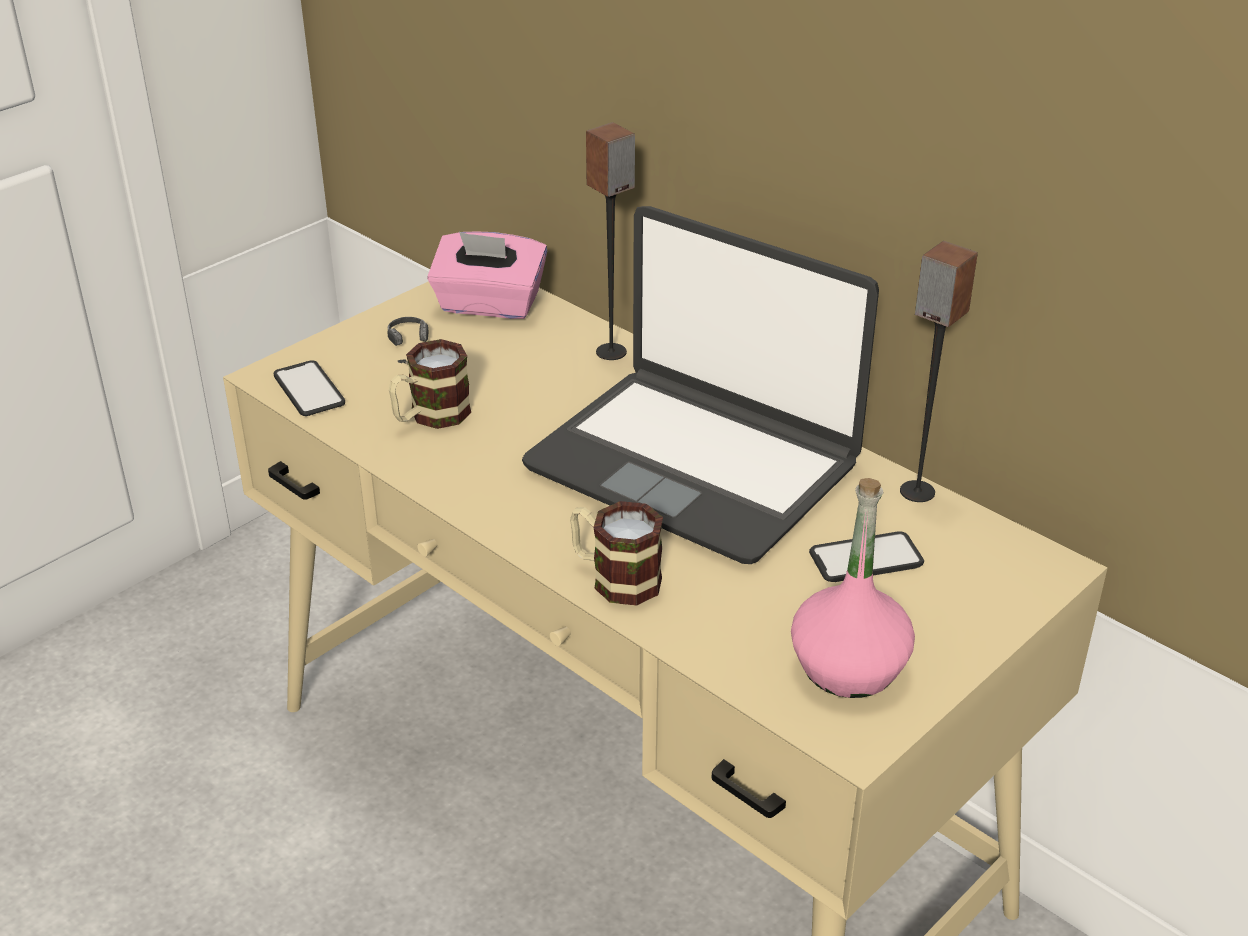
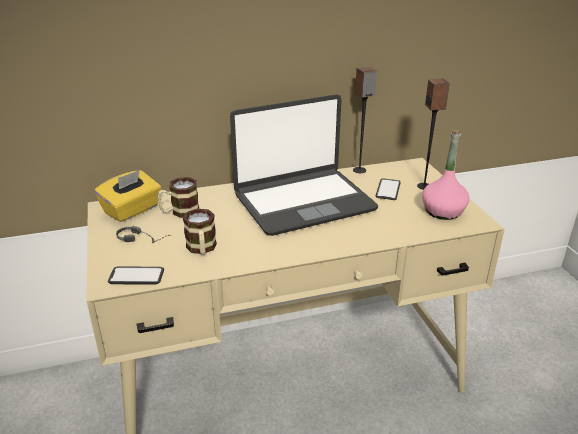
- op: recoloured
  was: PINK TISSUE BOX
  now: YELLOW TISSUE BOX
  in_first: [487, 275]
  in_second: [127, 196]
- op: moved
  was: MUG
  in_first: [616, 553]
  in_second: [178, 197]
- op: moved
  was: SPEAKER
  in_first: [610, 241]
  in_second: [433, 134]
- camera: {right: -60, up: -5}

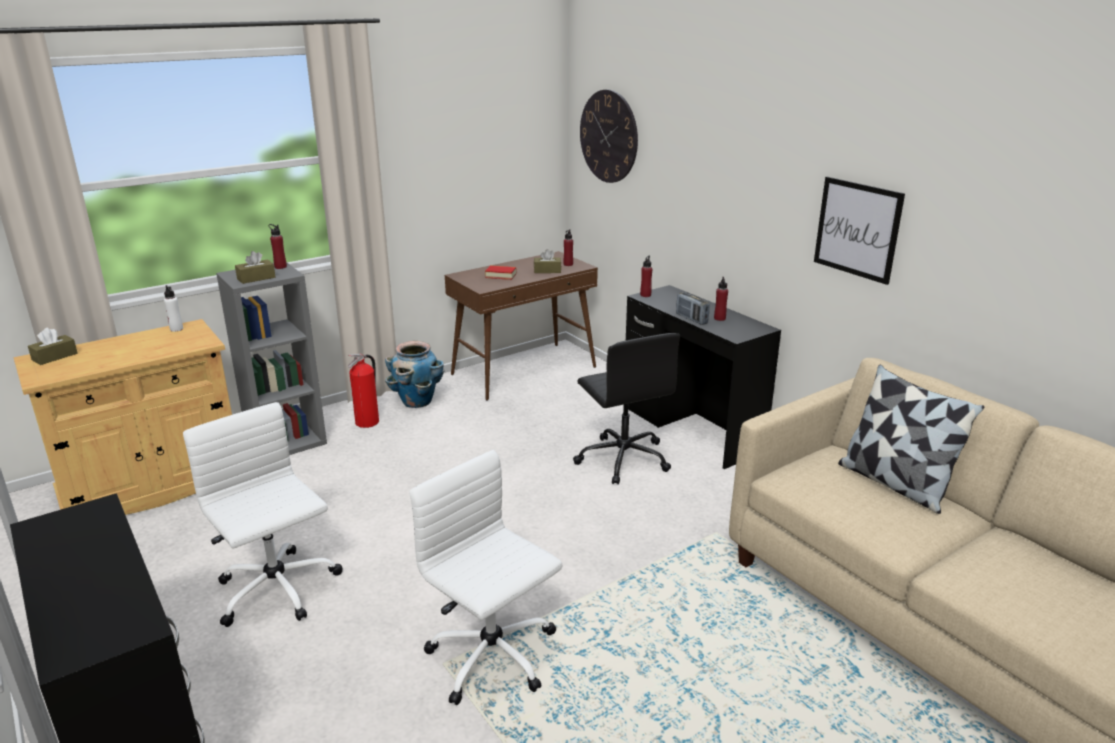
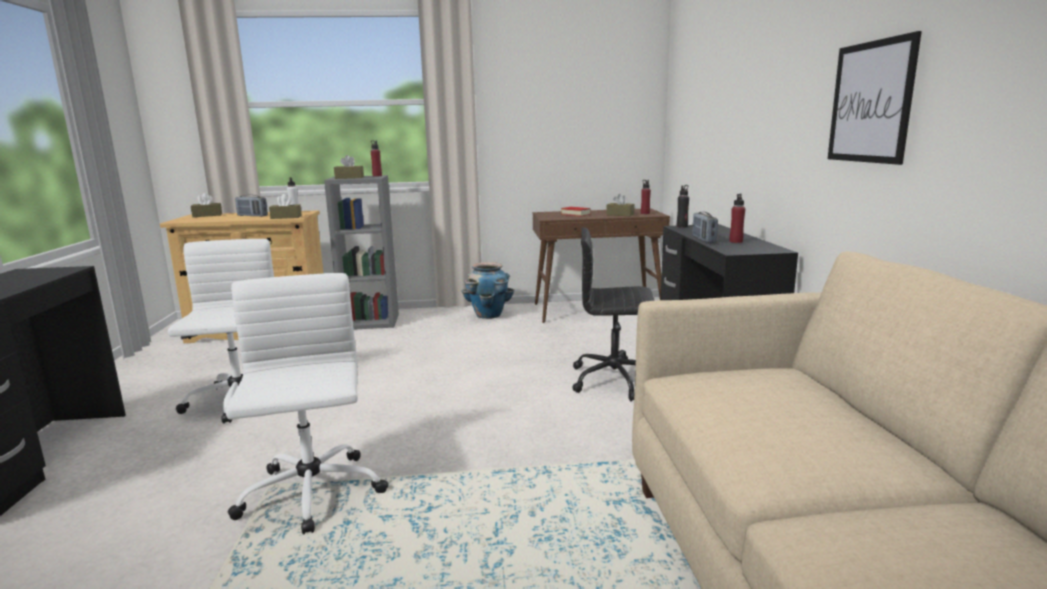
- op: removed
  was: FIRE EXTINGUISHER
  in_first: [363, 391]
- op: turned
  was: BLACK OFFICE CHAIR
  in_first: [626, 408]
  in_second: [614, 314]
  clockwise: 90
- op: removed
  was: WALL CLOCK
  in_first: [609, 136]
- op: recoloured
  was: RED BOTTLE
  now: BLACK BOTTLE
  in_first: [646, 276]
  in_second: [683, 206]
- op: removed
  was: PILLOW
  in_first: [911, 439]
- op: added
  now: RADIO
  in_second: [251, 206]
- op: added
  now: BROWN TISSUE BOX
  in_second: [285, 206]
- camera: {right: 30, up: -10}

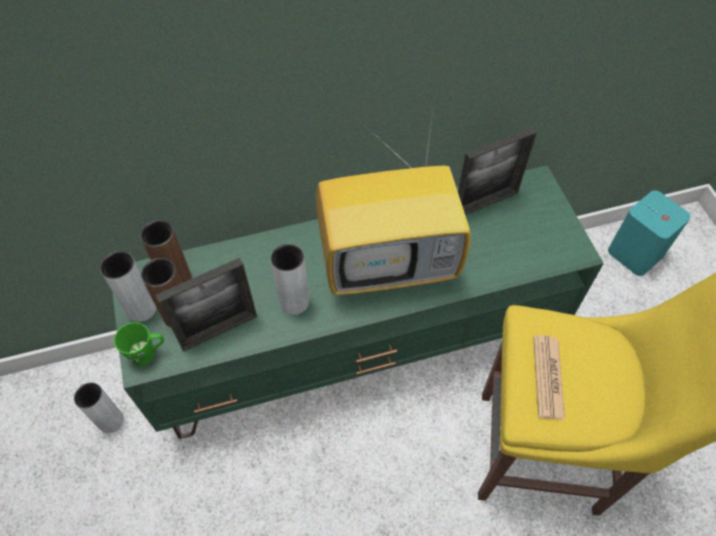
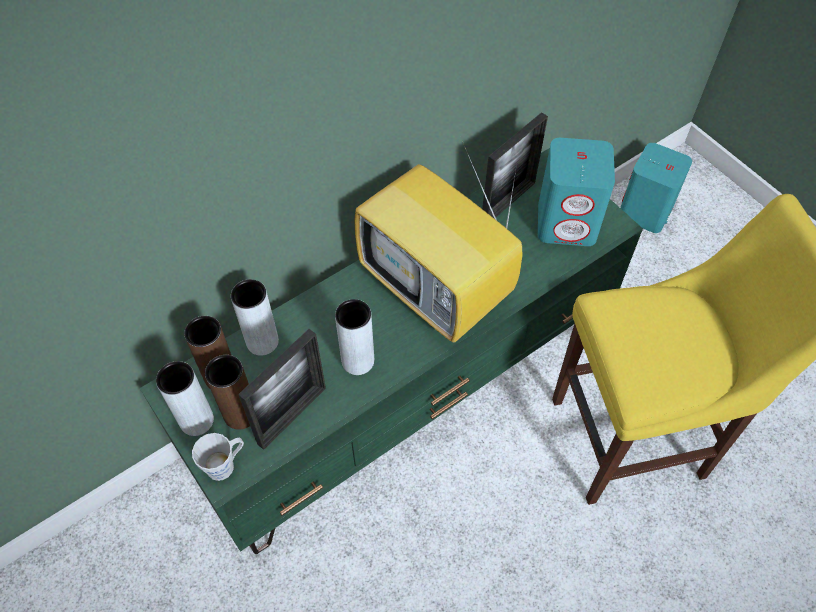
- op: moved
  was: GREY VASE
  in_first: [99, 408]
  in_second: [255, 317]
- op: recoloured
  was: GREEN MUG
  now: GREY MUG
  in_first: [139, 344]
  in_second: [218, 457]
- op: turned
  was: TELEVISION
  in_first: [393, 199]
  in_second: [438, 242]
  clockwise: 75
- op: removed
  was: NEWSPAPER
  in_first: [549, 377]
- op: added
  now: TURQUOISE SPEAKER
  in_second: [576, 192]
- camera: {right: -20, up: 0}

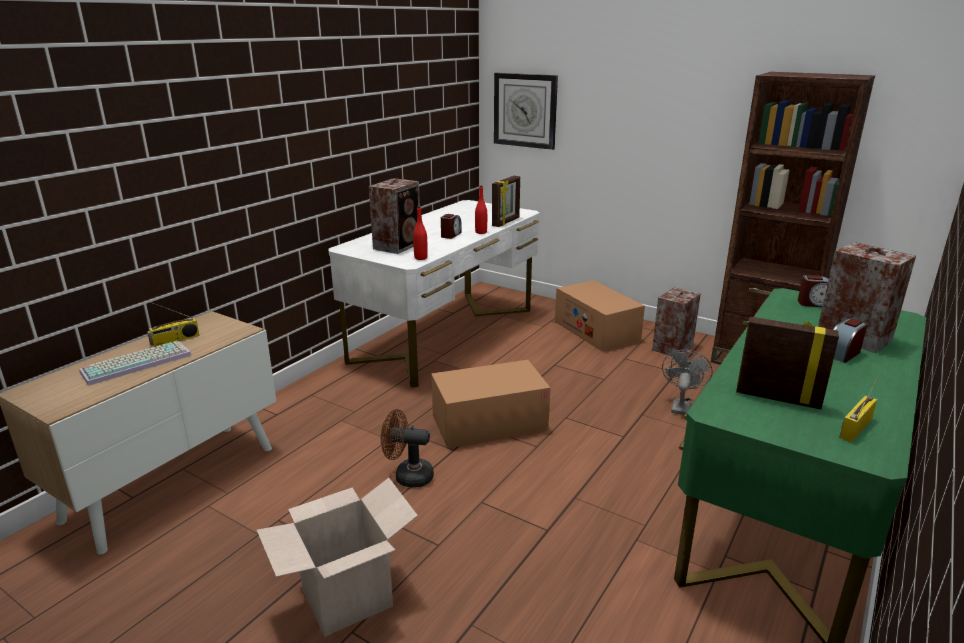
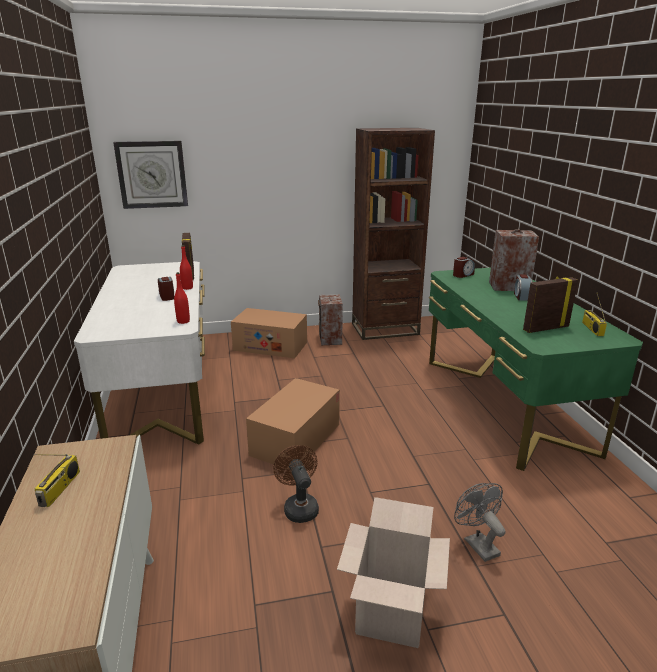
- op: removed
  was: KEYBOARD
  in_first: [135, 363]
- op: removed
  was: SPEAKER
  in_first: [394, 216]
- op: turned
  was: BROWN FAN
  in_first: [407, 448]
  in_second: [296, 484]
  clockwise: 105
- op: moved
  was: GREY FAN
  in_first: [687, 382]
  in_second: [480, 522]
- camera: {right: -45, up: 0}

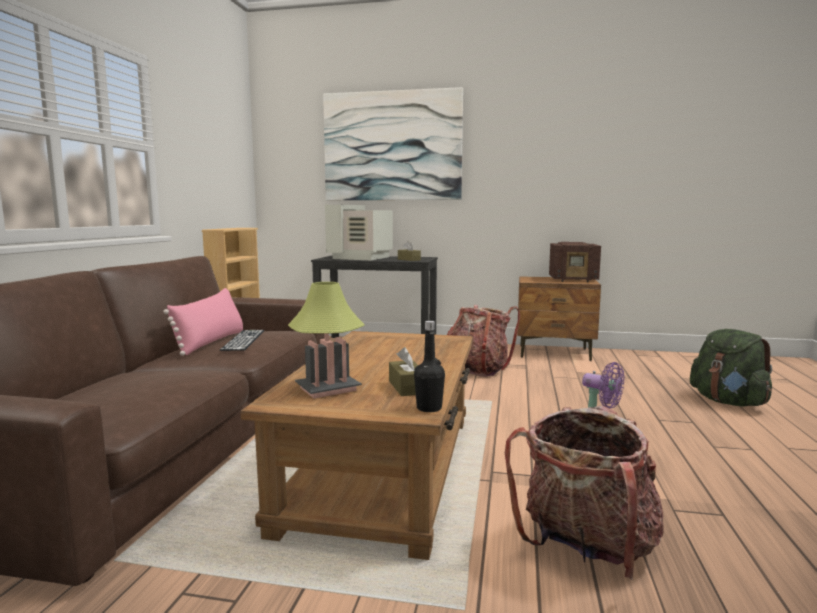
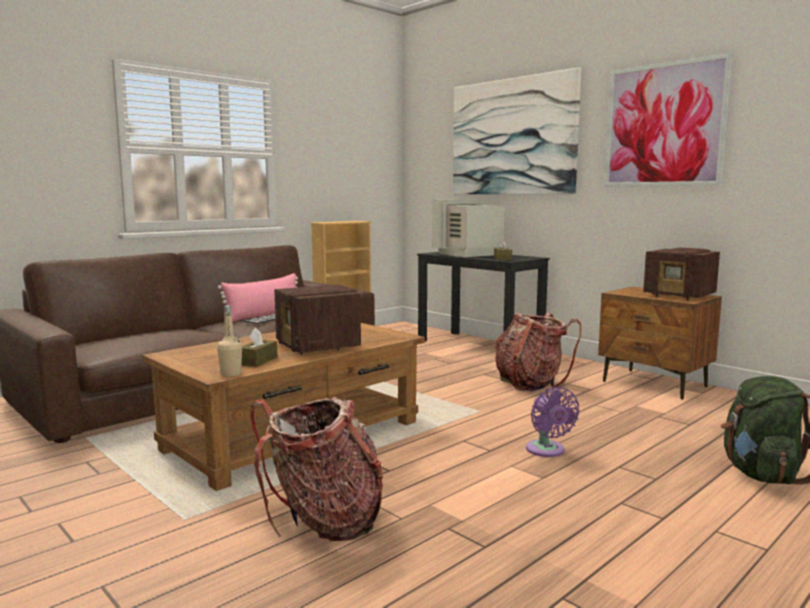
- op: removed
  was: TABLE LAMP
  in_first: [326, 340]
- op: recoloured
  was: BLACK BOTTLE
  now: BEIGE BOTTLE
  in_first: [429, 366]
  in_second: [229, 341]
- op: added
  now: RADIO
  in_second: [317, 320]
- op: added
  now: PICTURE
  in_second: [668, 120]
- camera: {right: 35, up: 0}

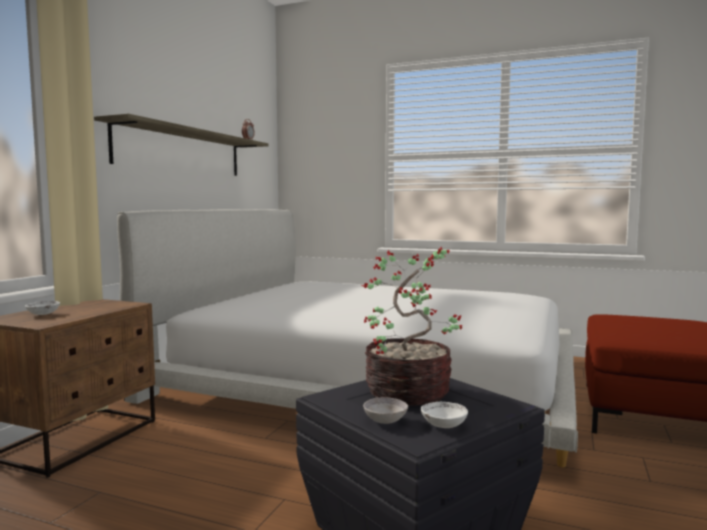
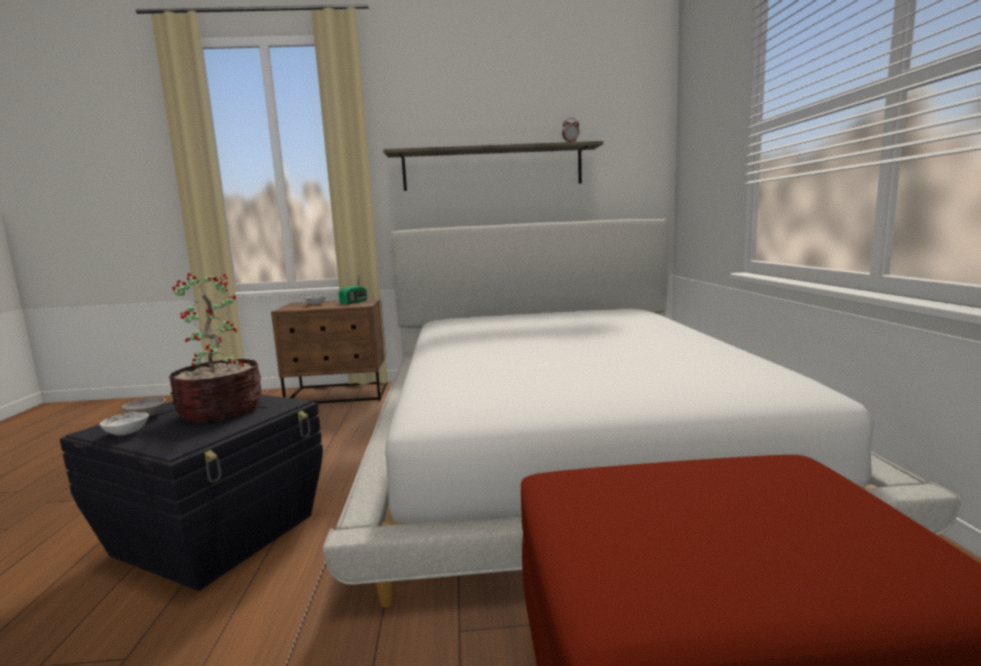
- op: added
  now: RADIO
  in_second: [353, 291]
- camera: {right: 65, up: 5}

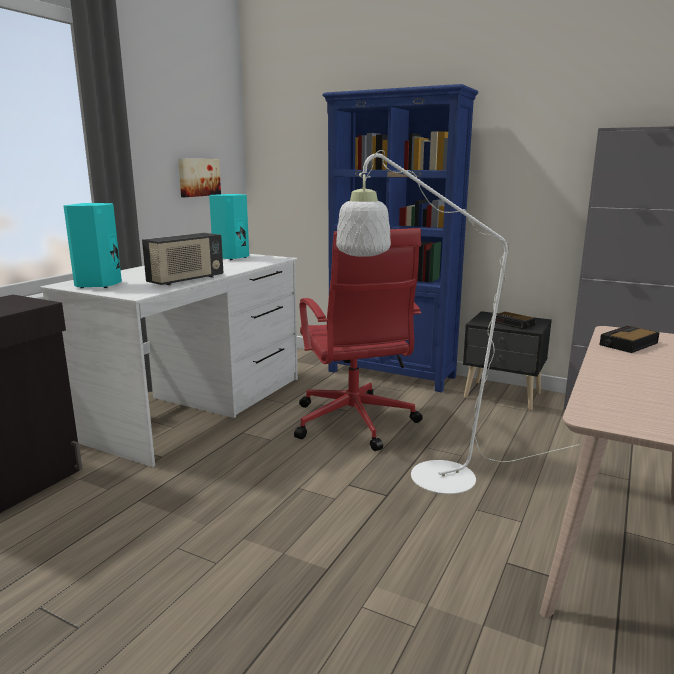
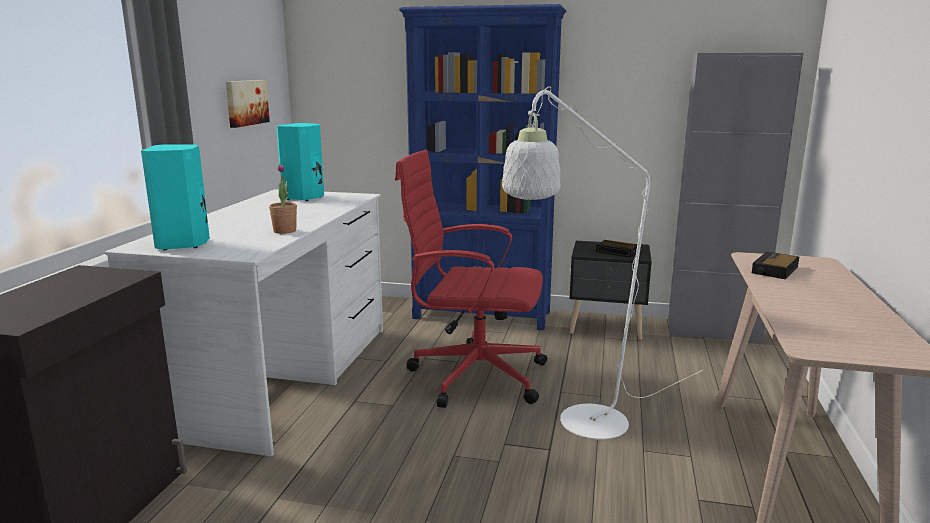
- op: replaced
  was: RADIO
  now: POTTED PLANT
  in_first: [182, 259]
  in_second: [283, 199]
- op: turned
  was: RED OFFICE CHAIR
  in_first: [358, 339]
  in_second: [471, 279]
  clockwise: 135
- camera: {right: -15, up: 0}

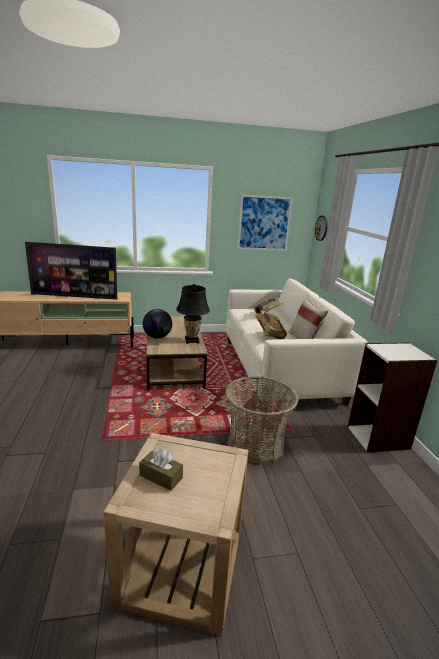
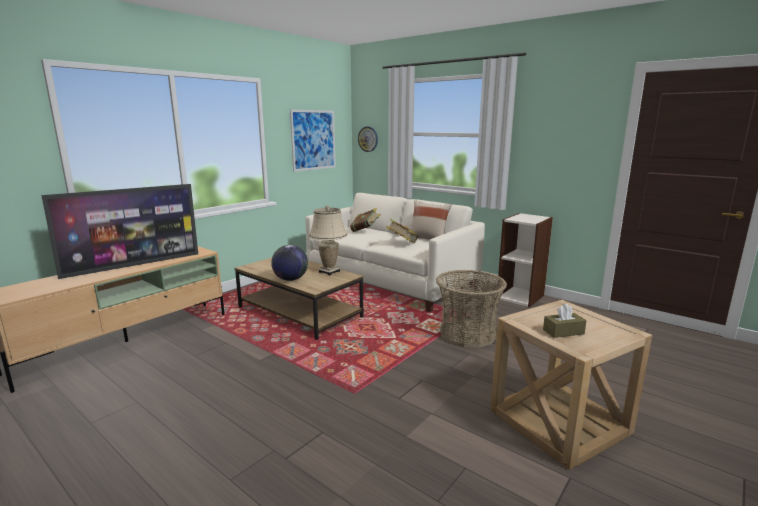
- op: recoloured
  was: BLACK TABLE LAMP
  now: BEIGE TABLE LAMP
  in_first: [193, 314]
  in_second: [328, 240]
- camera: {right: -40, up: -5}

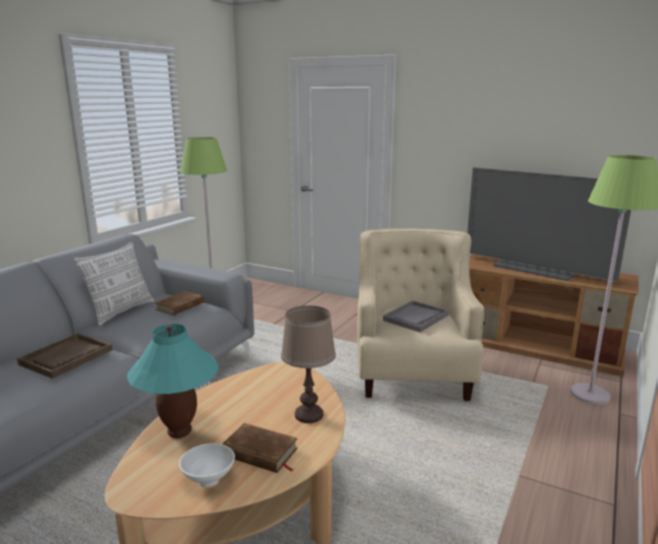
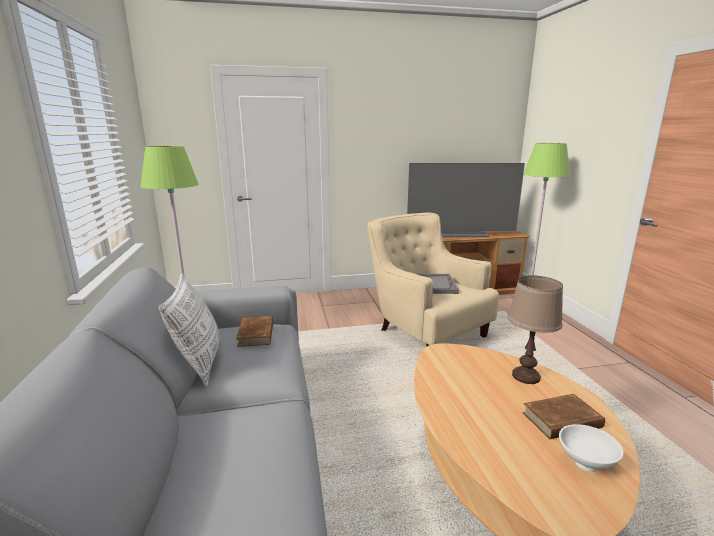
- op: removed
  was: BROWN TRAY
  in_first: [65, 356]
- op: removed
  was: TURQUOISE TABLE LAMP
  in_first: [173, 381]
- camera: {right: -40, up: 0}

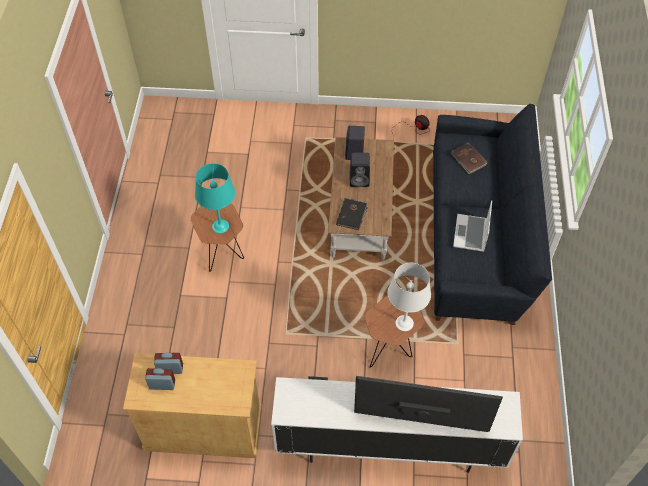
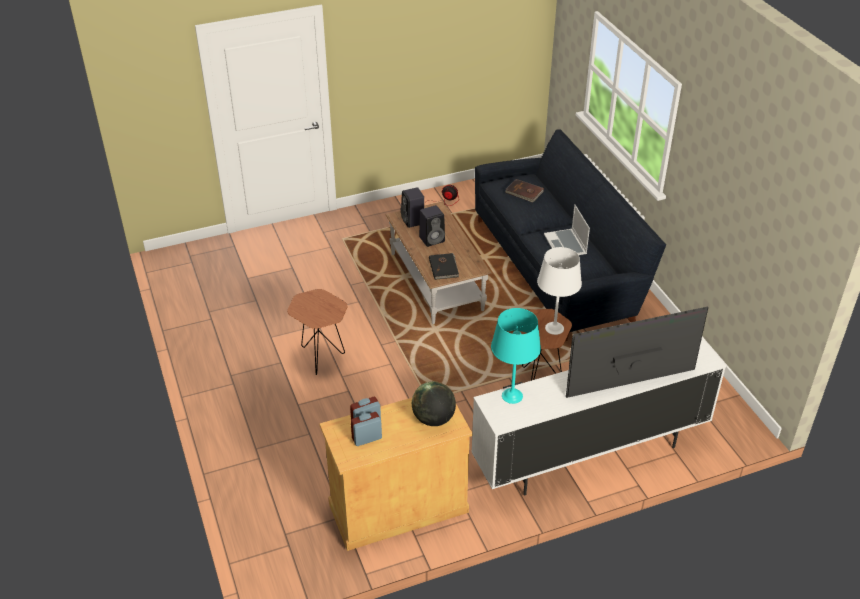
- op: moved
  was: TURQUOISE TABLE LAMP
  in_first: [215, 198]
  in_second: [516, 356]
- op: added
  now: GLOBE
  in_second: [434, 403]
- camera: {right: -25, up: -15}

